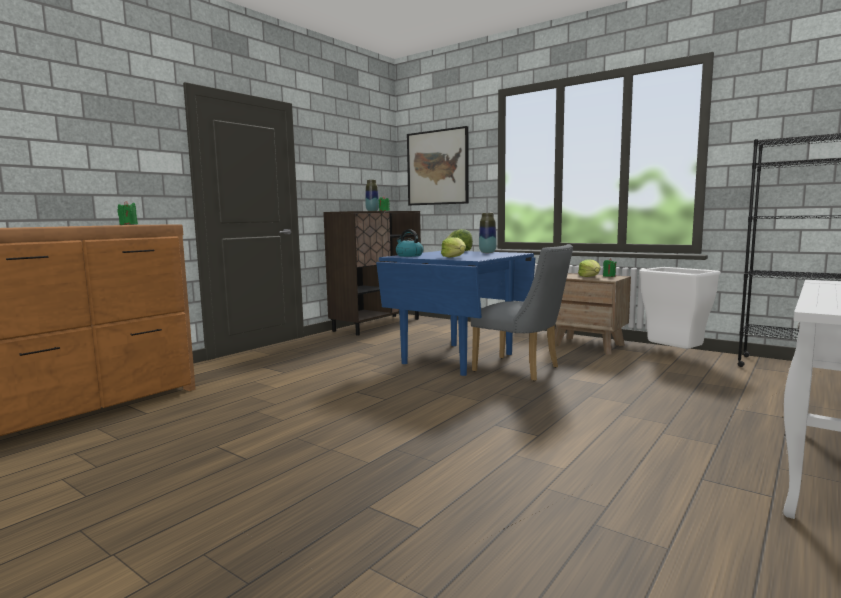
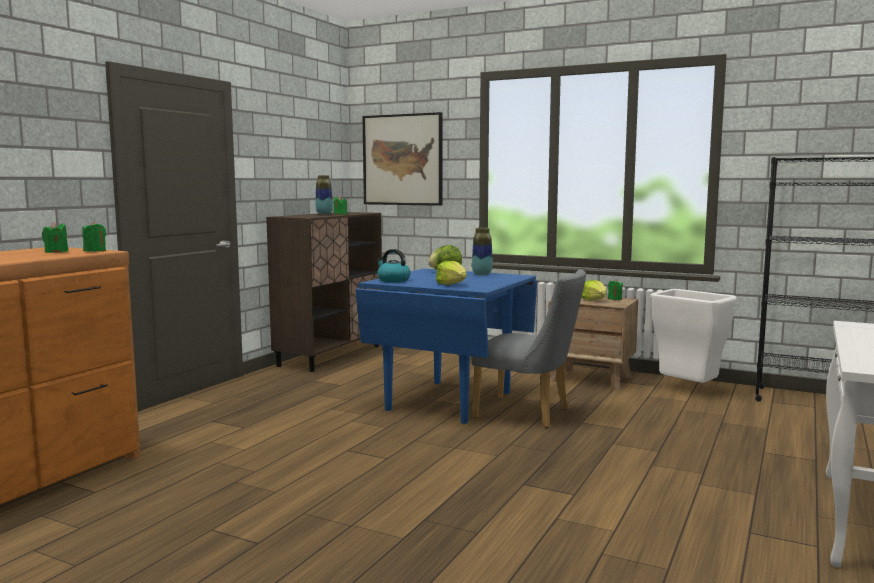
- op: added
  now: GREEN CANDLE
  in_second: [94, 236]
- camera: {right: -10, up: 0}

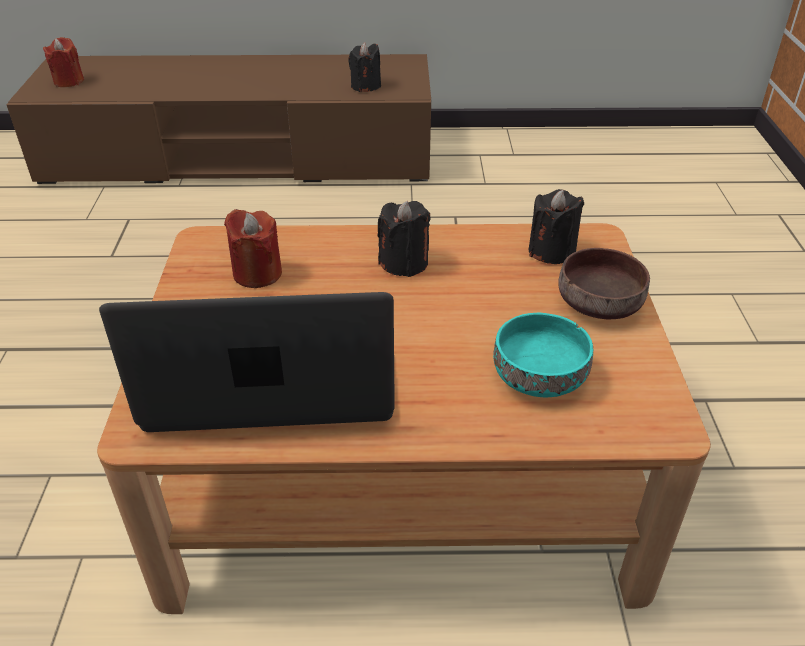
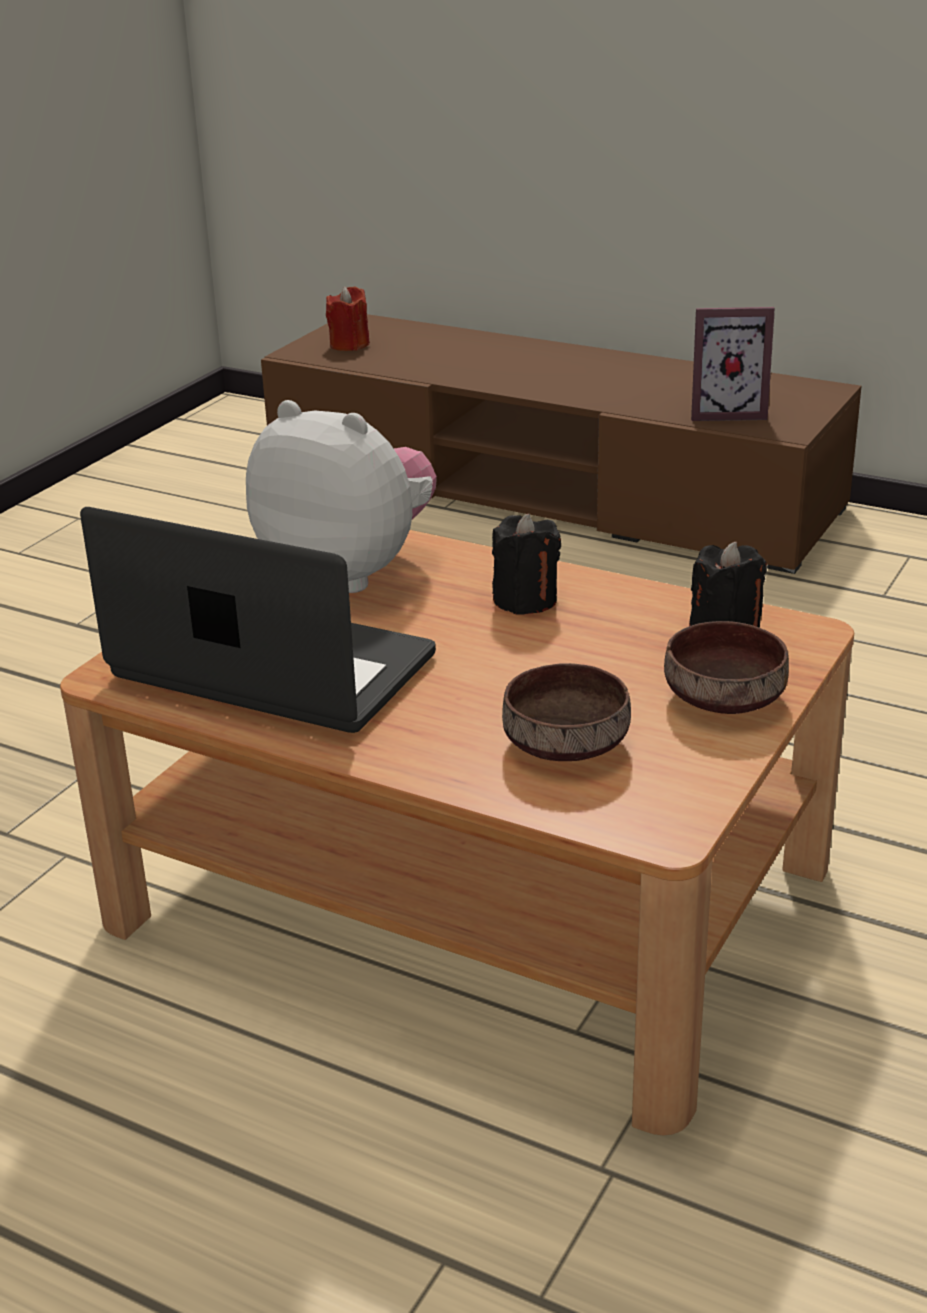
- op: replaced
  was: RED CANDLE
  now: PLUSH TOY
  in_first: [253, 248]
  in_second: [341, 496]
- op: replaced
  was: BLACK CANDLE
  now: PICTURE FRAME
  in_first: [364, 67]
  in_second: [733, 364]
- op: recoloured
  was: TURQUOISE BOWL
  now: BROWN BOWL
  in_first: [543, 354]
  in_second: [566, 712]
- camera: {right: 30, up: -10}

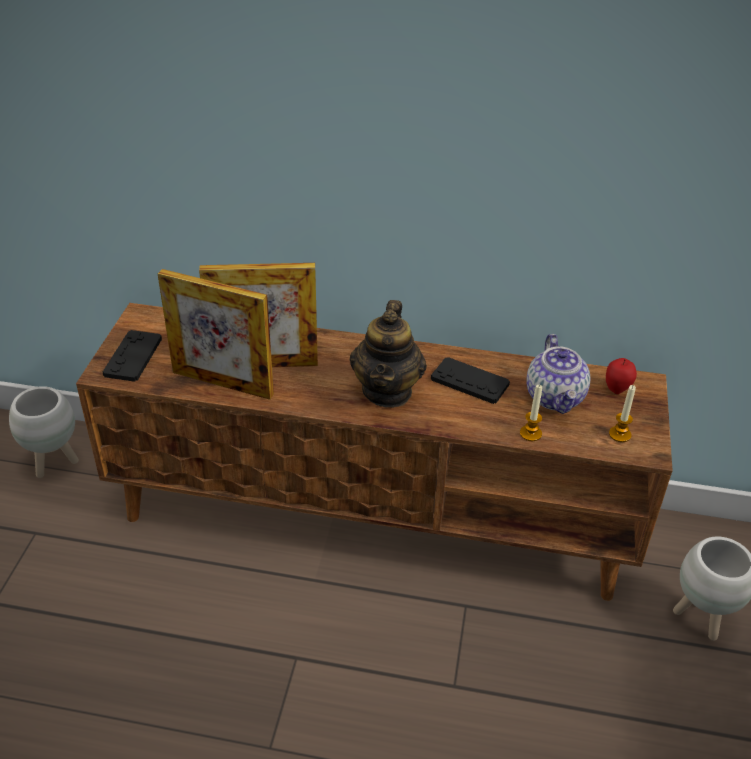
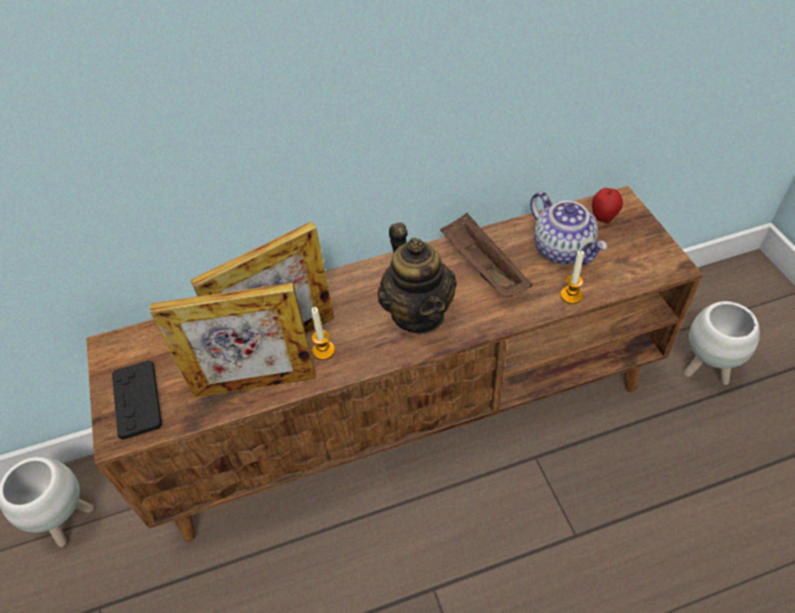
- op: replaced
  was: BLACK GAME CONTROLLER
  now: BROWN TRAY
  in_first: [470, 380]
  in_second: [486, 255]
- op: moved
  was: CANDLE
  in_first: [622, 413]
  in_second: [323, 333]
- camera: {right: -25, up: 10}

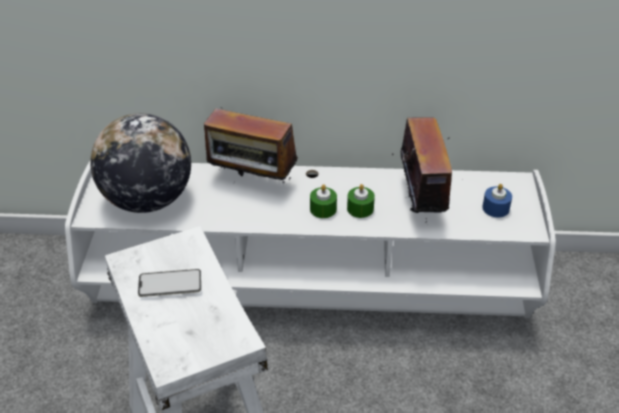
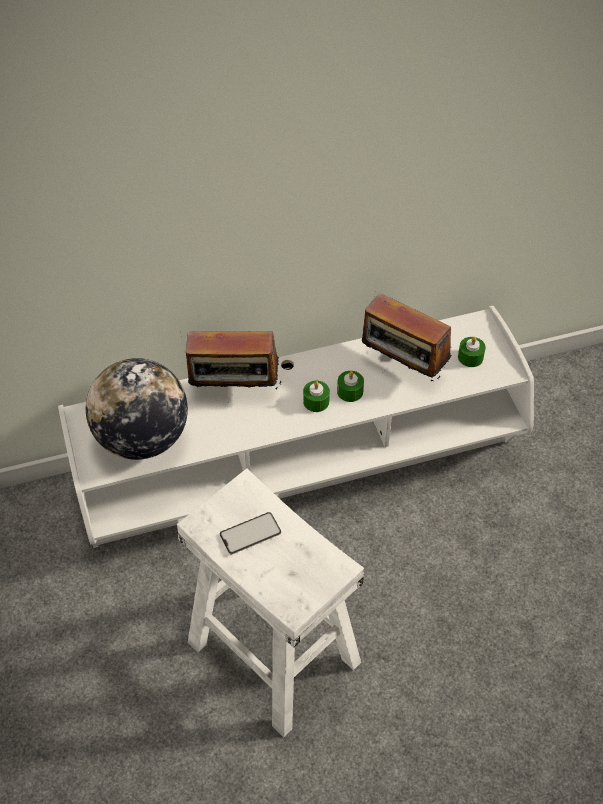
- op: turned
  was: RADIO
  in_first: [422, 170]
  in_second: [403, 337]
  clockwise: 150
- op: recoloured
  was: BLUE CANDLE
  now: GREEN CANDLE
  in_first: [497, 200]
  in_second: [472, 352]
- camera: {right: -20, up: 10}

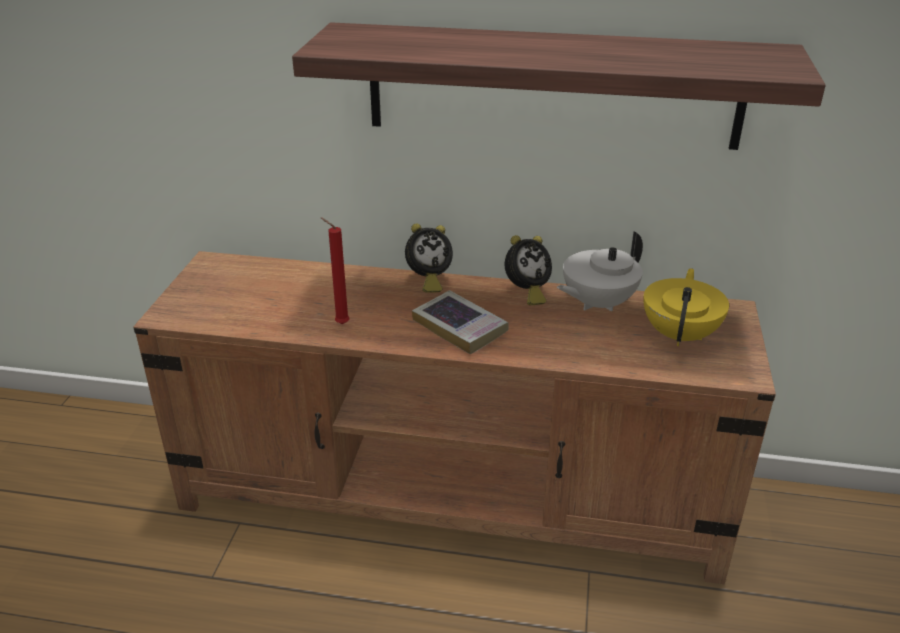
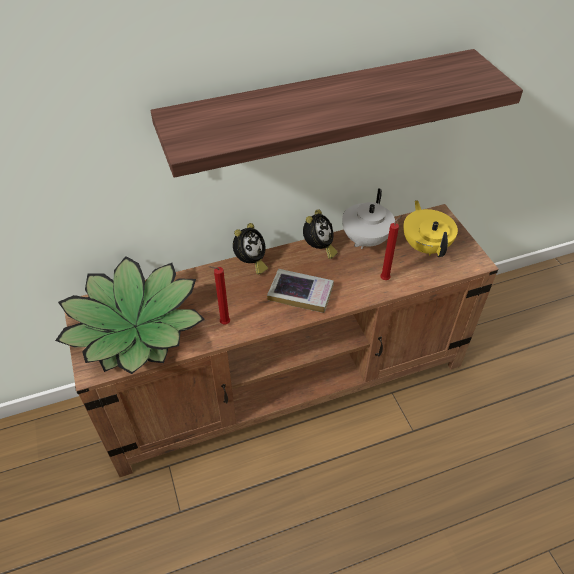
- op: added
  now: POTTED PLANT
  in_second: [130, 315]
- op: added
  now: RED CANDLE
  in_second: [391, 247]
- camera: {right: -30, up: 15}

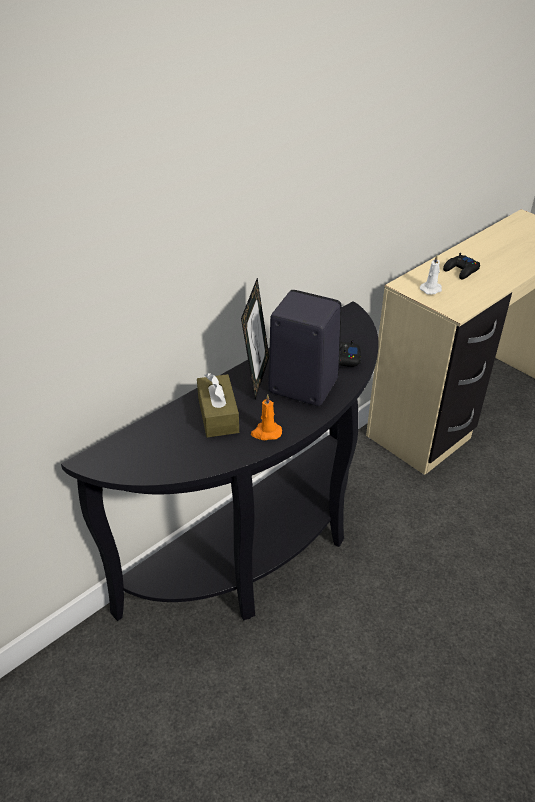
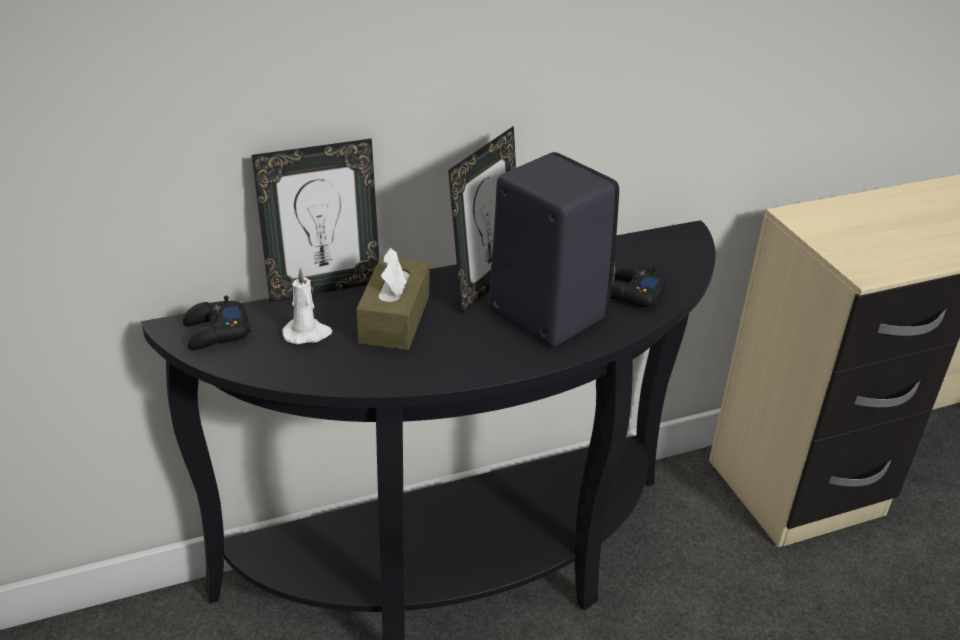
- op: removed
  was: ORANGE CANDLE
  in_first: [266, 417]
- op: moved
  was: WHITE CANDLE
  in_first: [431, 275]
  in_second: [307, 305]
- op: moved
  was: BLACK GAME CONTROLLER
  in_first: [461, 266]
  in_second: [217, 323]
- op: added
  now: PICTURE FRAME
  in_second: [315, 220]
- camera: {right: 20, up: -5}

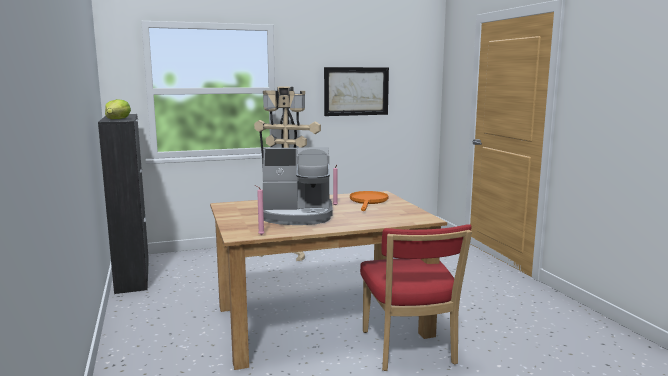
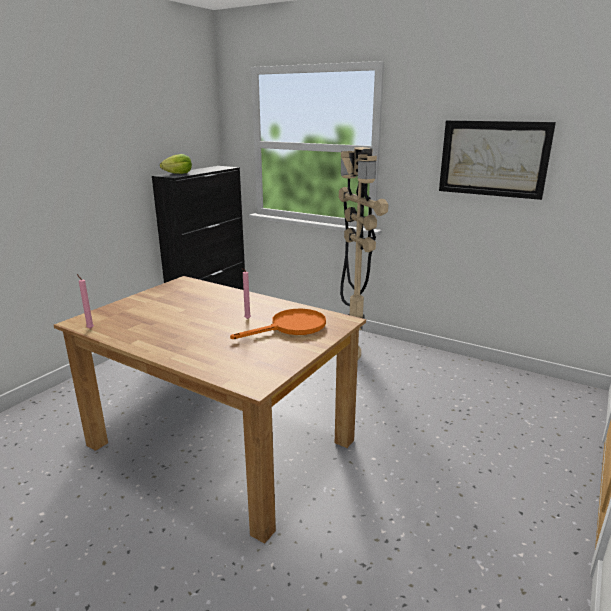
- op: removed
  was: COFFEE MACHINE
  in_first: [298, 186]
- op: removed
  was: RED CHAIR
  in_first: [416, 297]
- camera: {right: 50, up: 10}

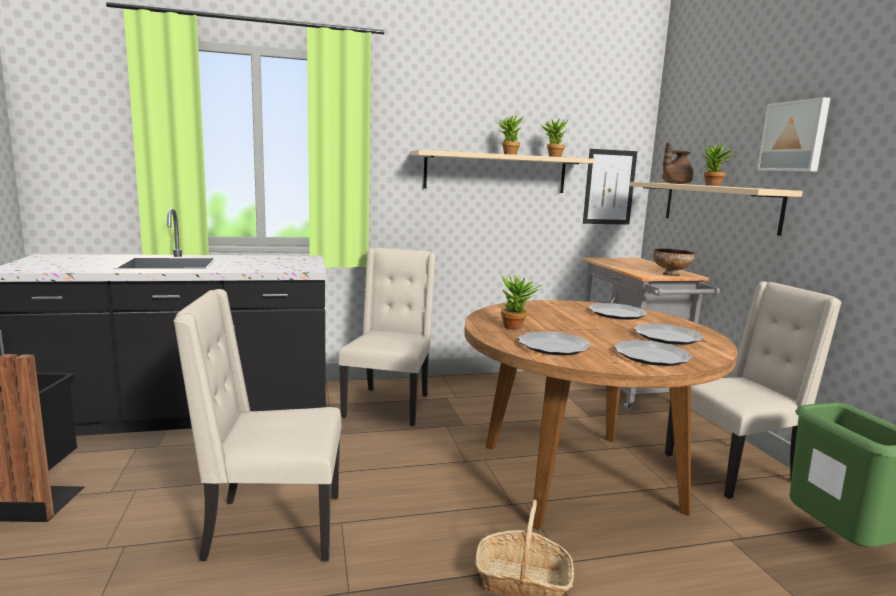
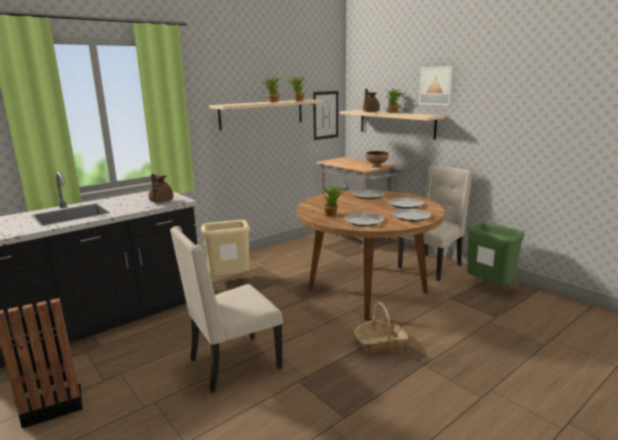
- op: replaced
  was: BEIGE CHAIR
  now: BEIGE TRASH CAN
  in_first: [387, 337]
  in_second: [225, 248]
- op: added
  now: BROWN TEAPOT
  in_second: [161, 188]
- camera: {right: -25, up: 5}

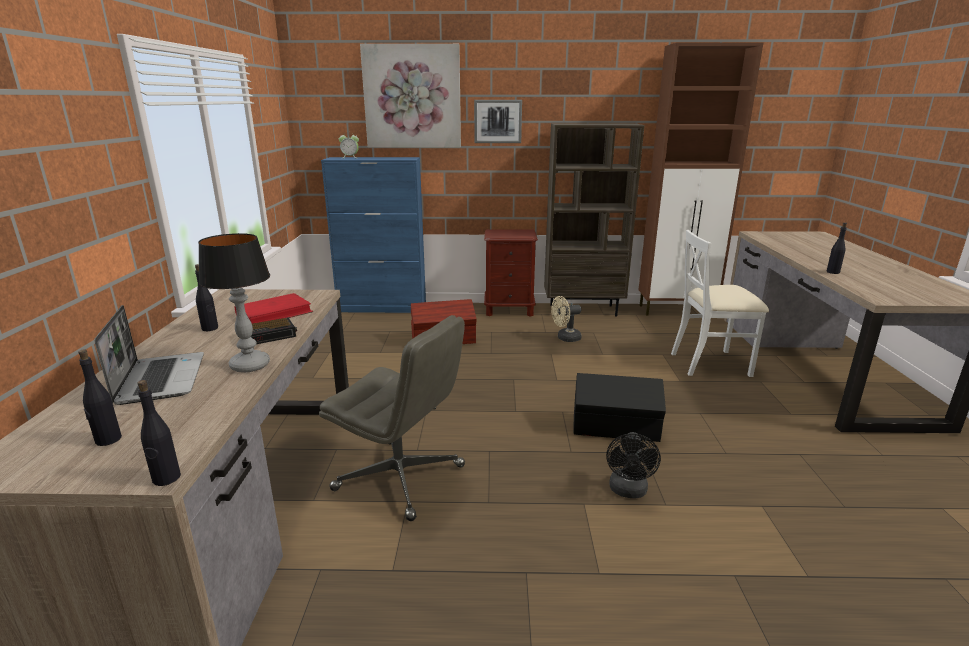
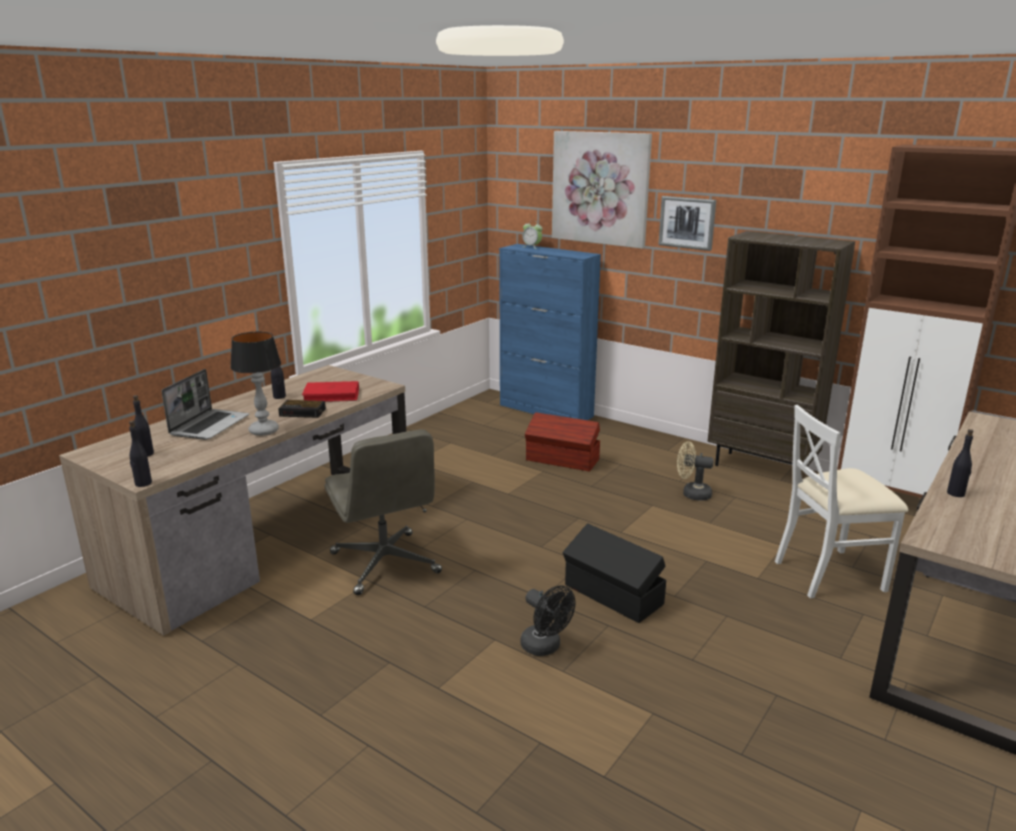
- op: removed
  was: BROWN NIGHTSTAND
  in_first: [511, 273]
- op: turned
  was: BLACK FAN
  in_first: [633, 465]
  in_second: [548, 620]
  clockwise: -90
- op: turned
  was: WHITE CHAIR
  in_first: [720, 303]
  in_second: [842, 501]
  clockwise: -45
- camera: {right: 35, up: 0}

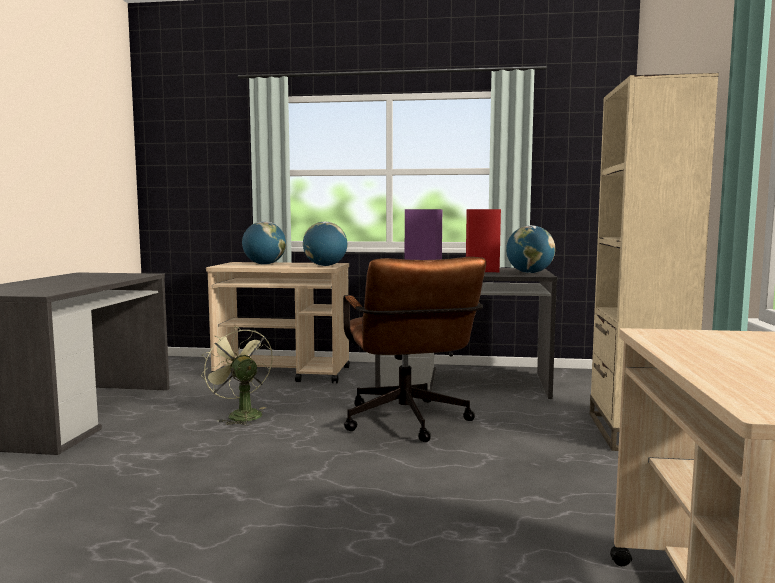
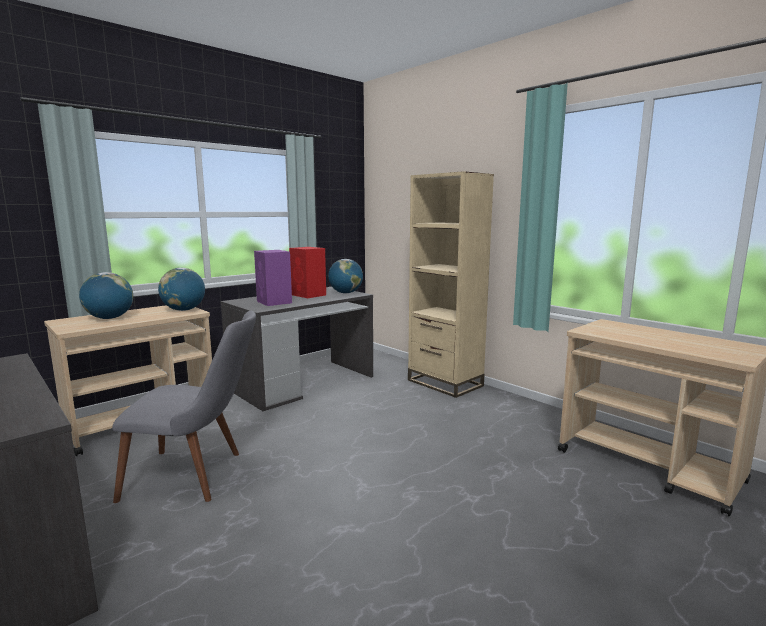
- op: replaced
  was: GREEN FAN
  now: GREY CHAIR
  in_first: [237, 376]
  in_second: [184, 407]
- op: removed
  was: BROWN OFFICE CHAIR
  in_first: [414, 349]
- camera: {right: -50, up: 5}

